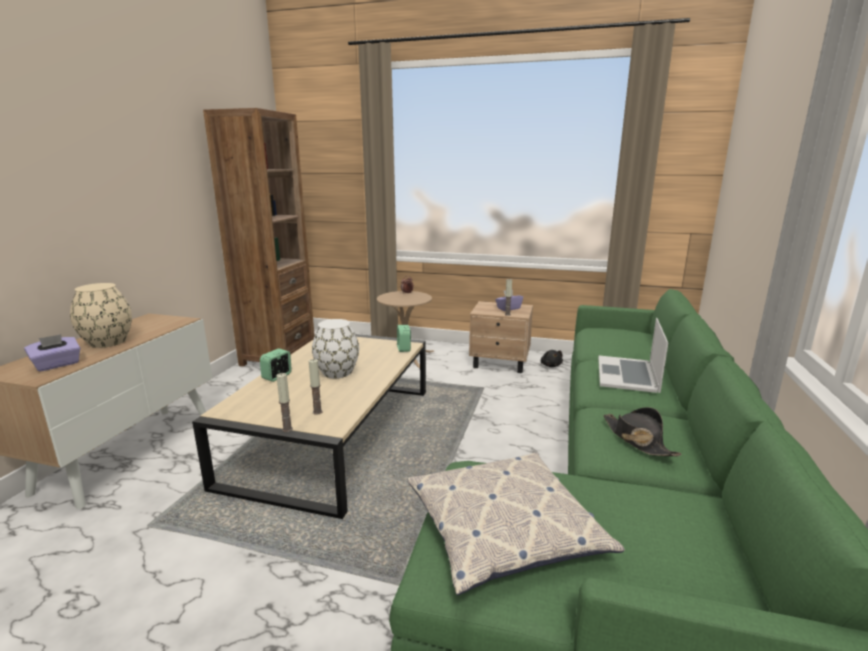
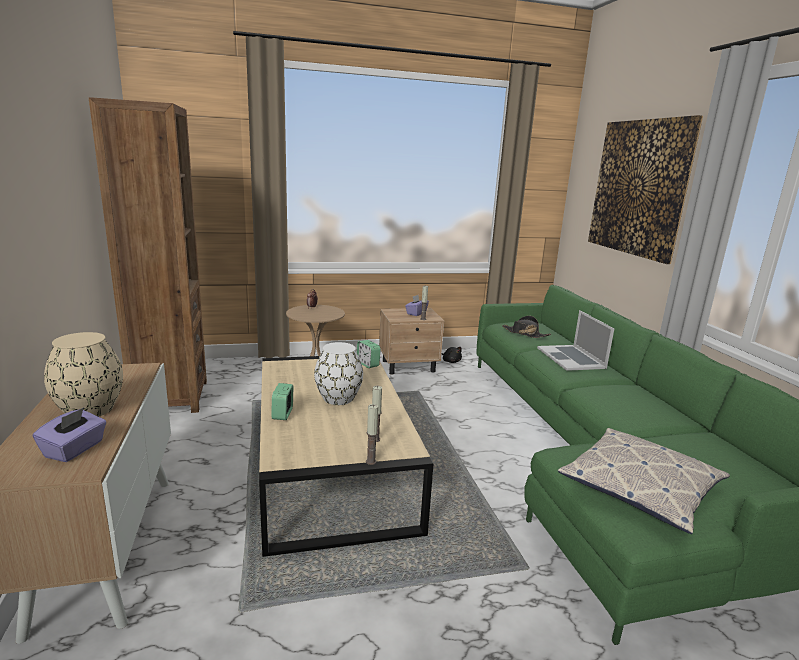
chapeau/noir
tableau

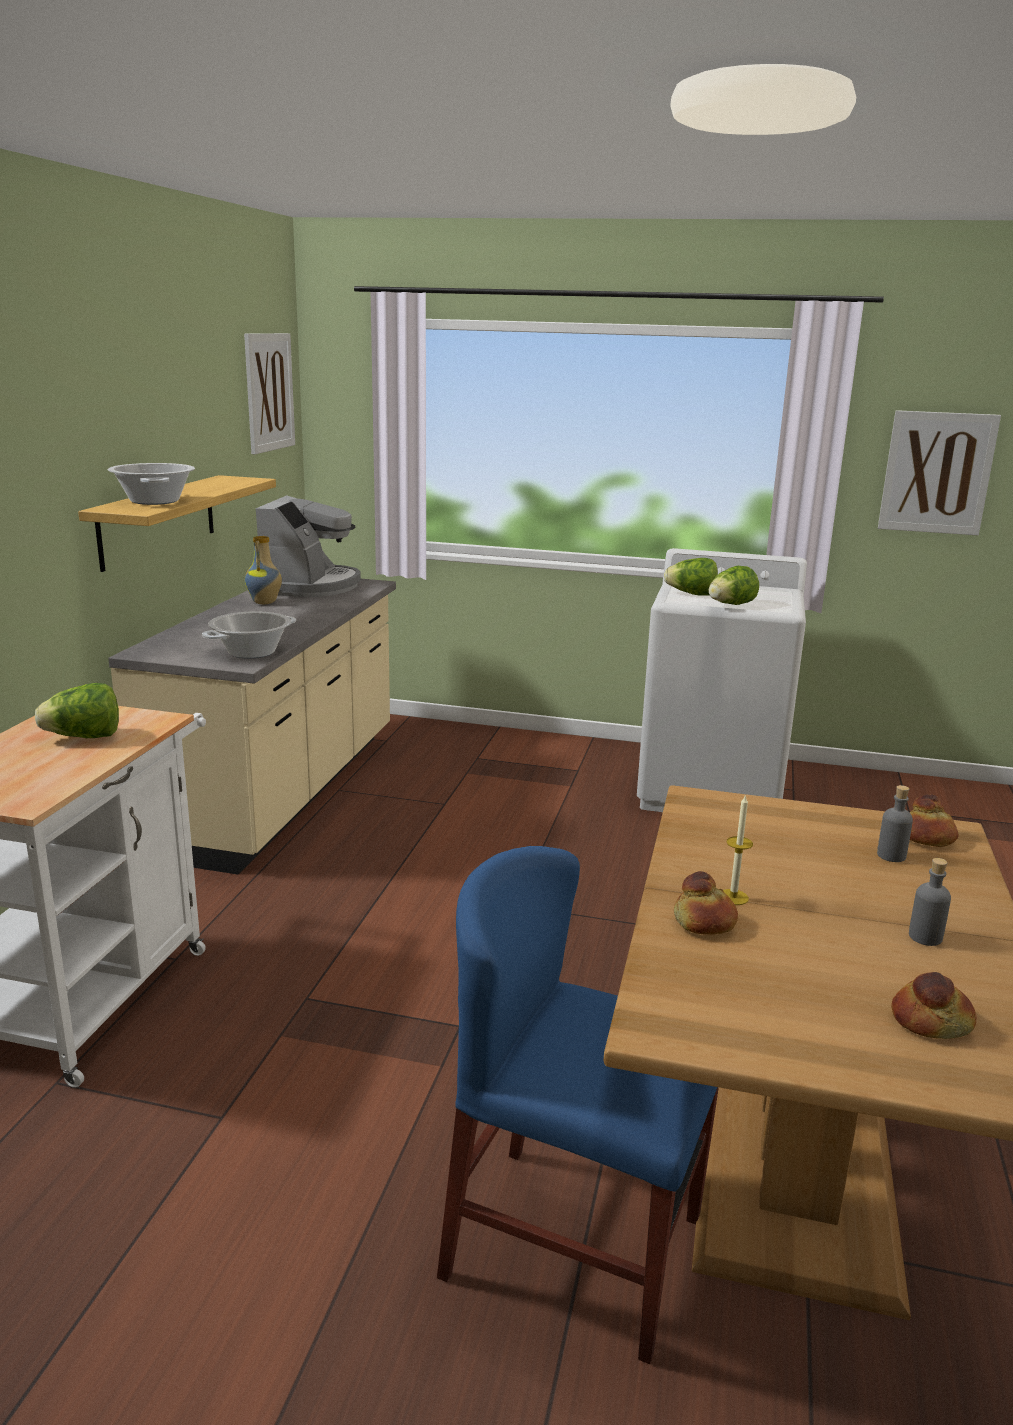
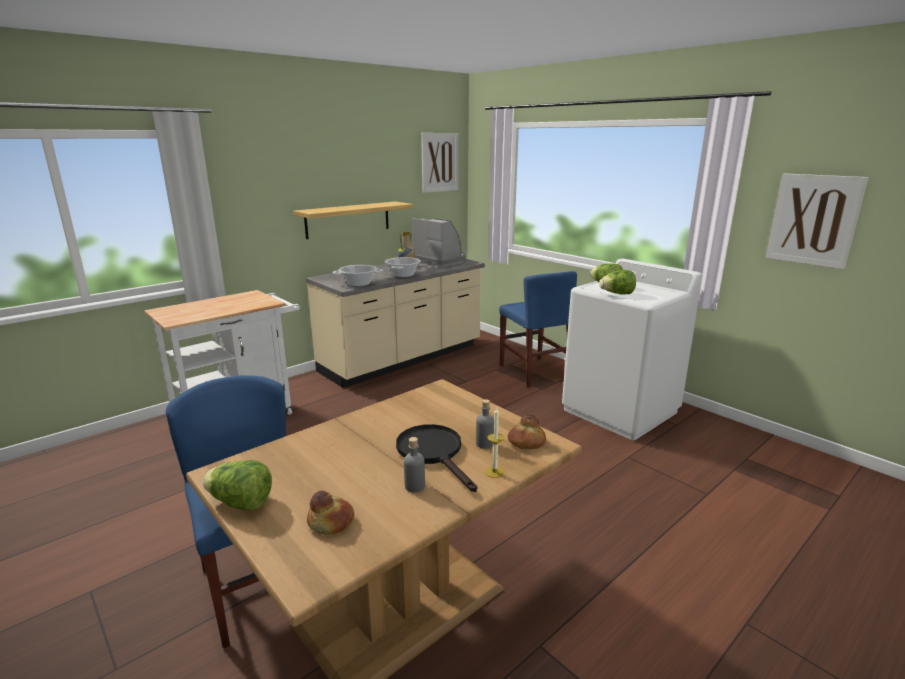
laitue (no. 1 from left)
marmite (no. 2 from left)
machine à café
pain (no. 1 from left in the first image)
bougie
poêle/noir
chaise/bleu (no. 2 from left)

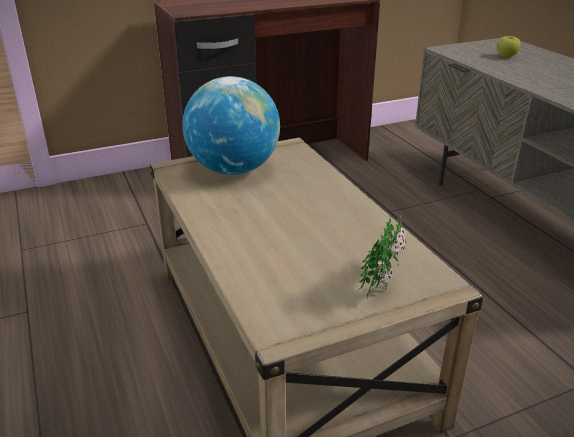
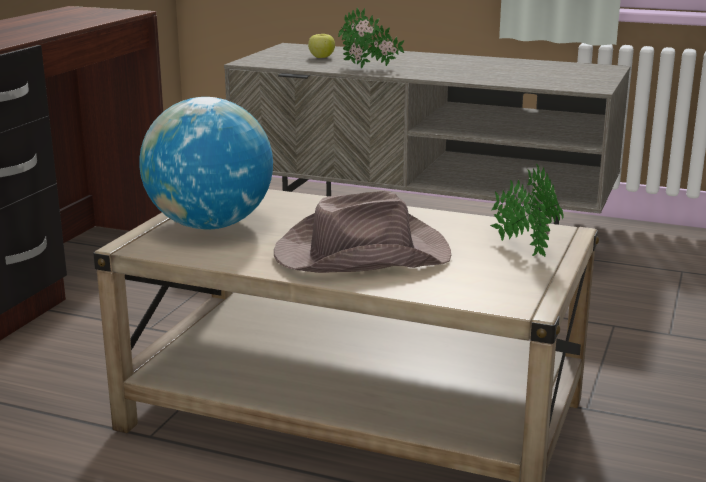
chapeau/marron
plante en pot (no. 1 from left)

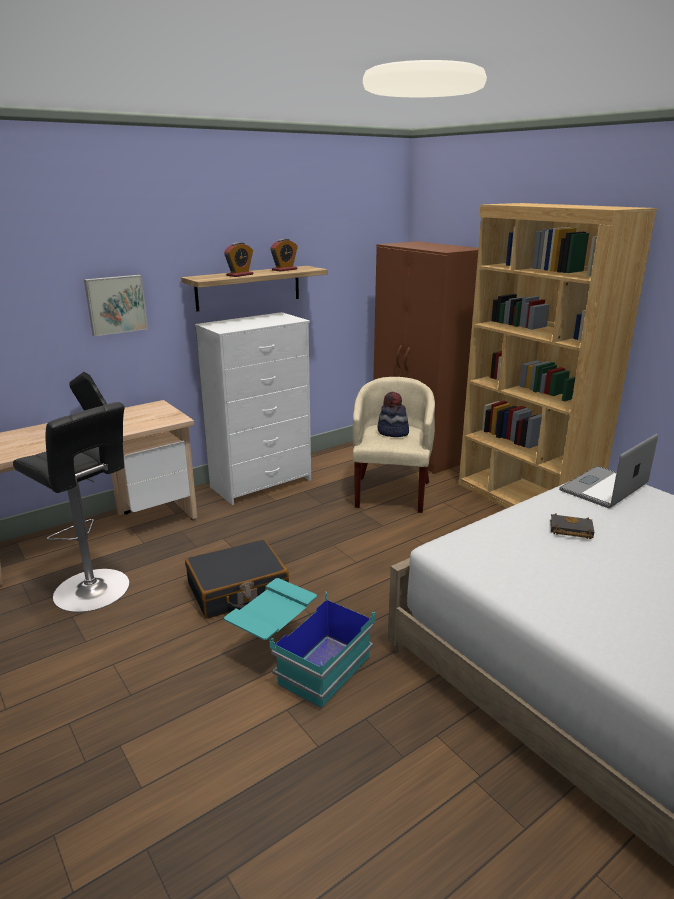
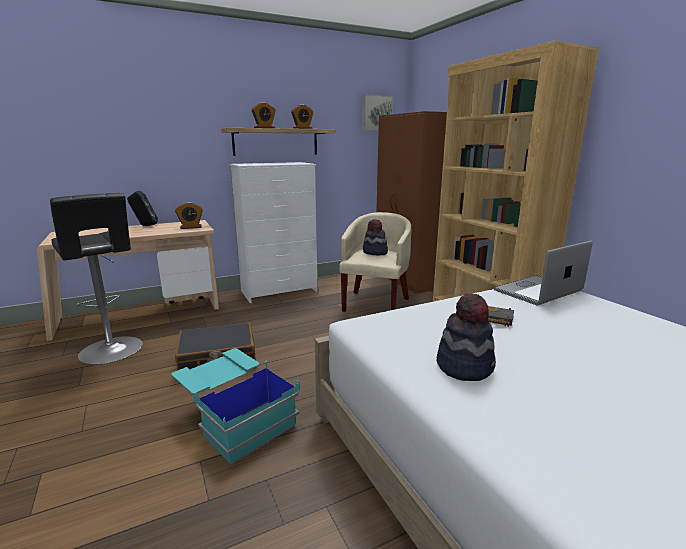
tableau
réveil (no. 1 from left)
chapeau (no. 2 from left)

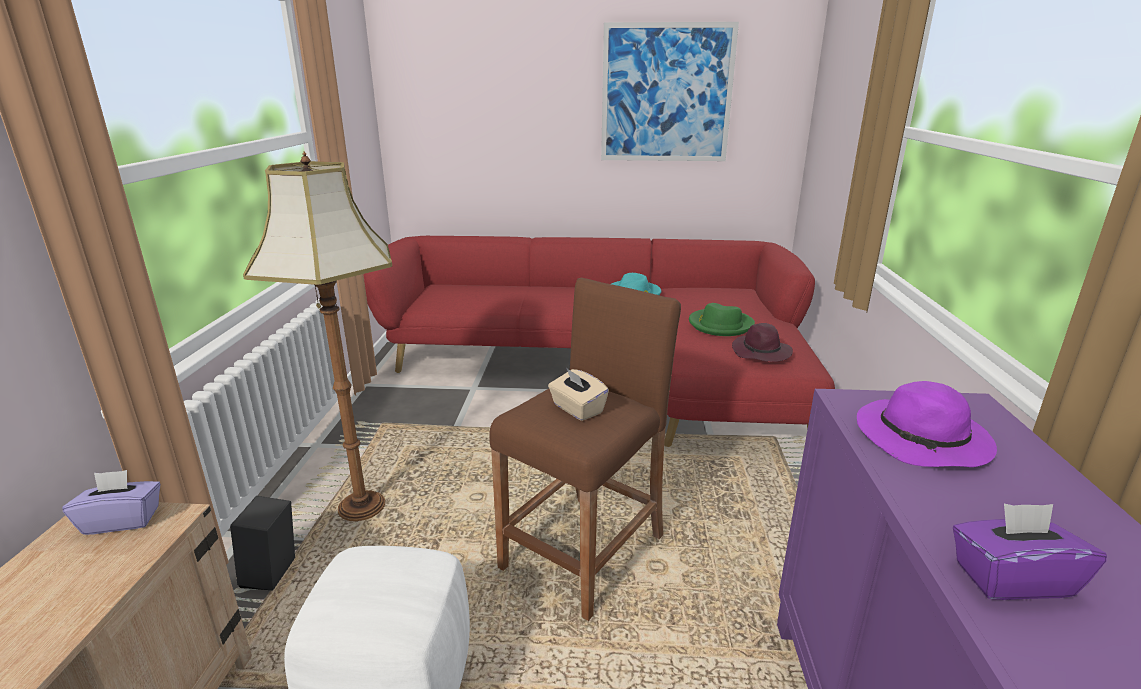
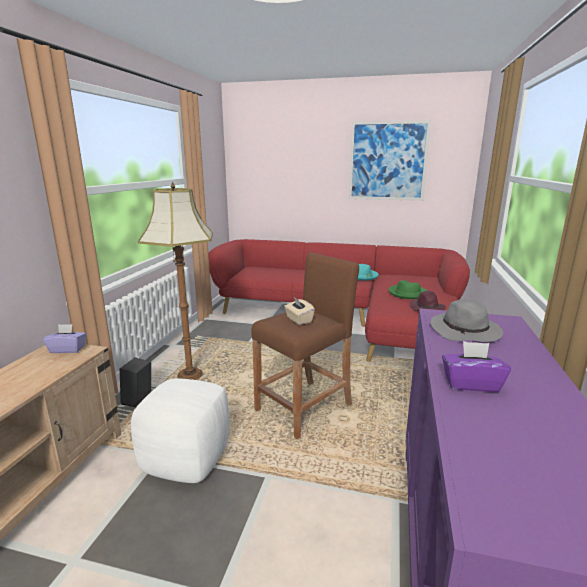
chapeau/gris

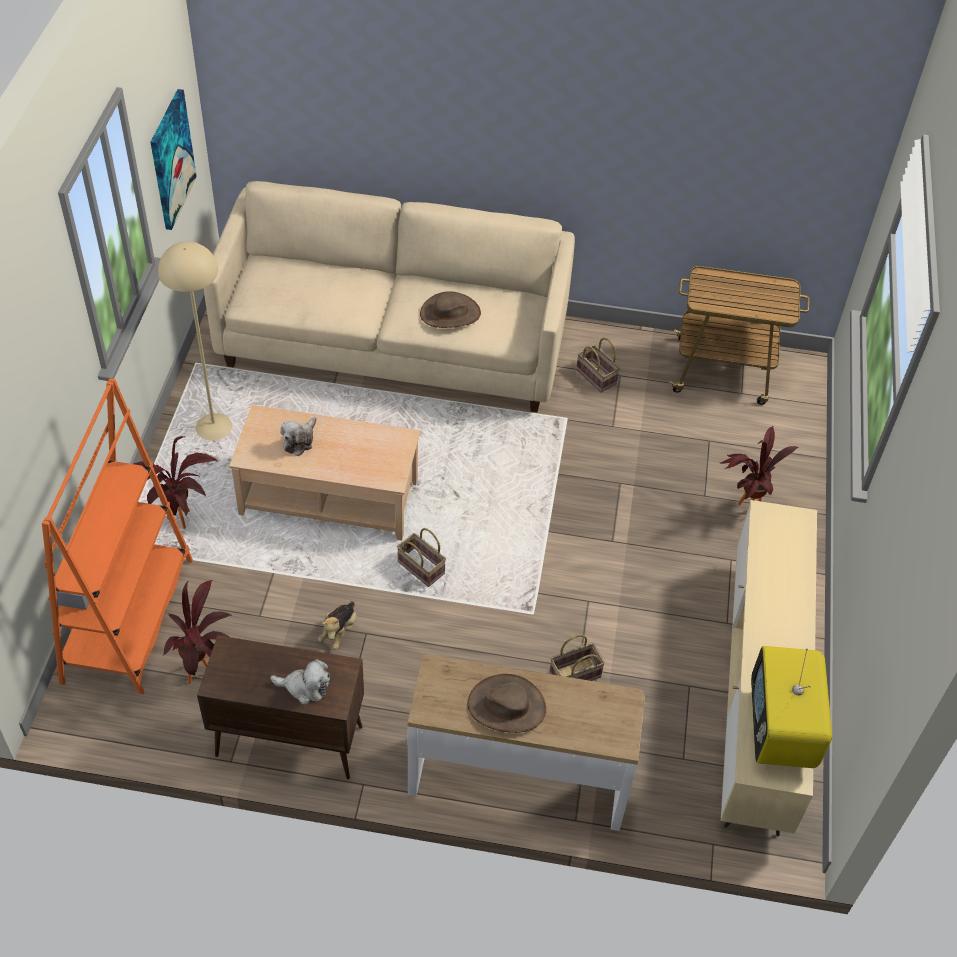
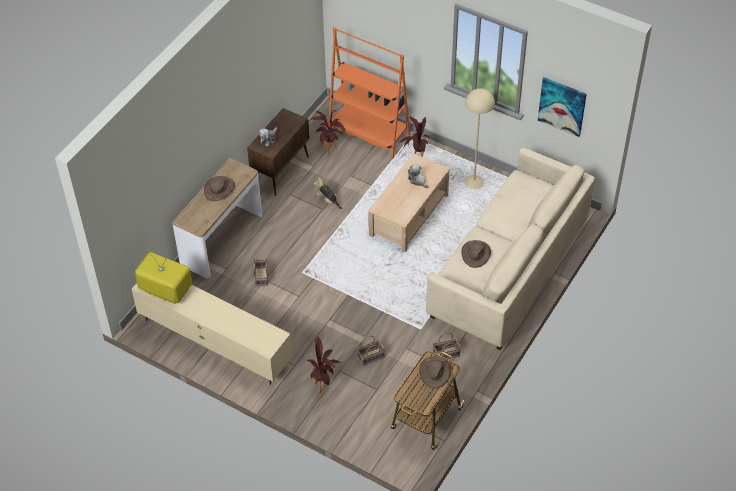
panier (no. 2 from left)
chapeau/marron (no. 2 from left)

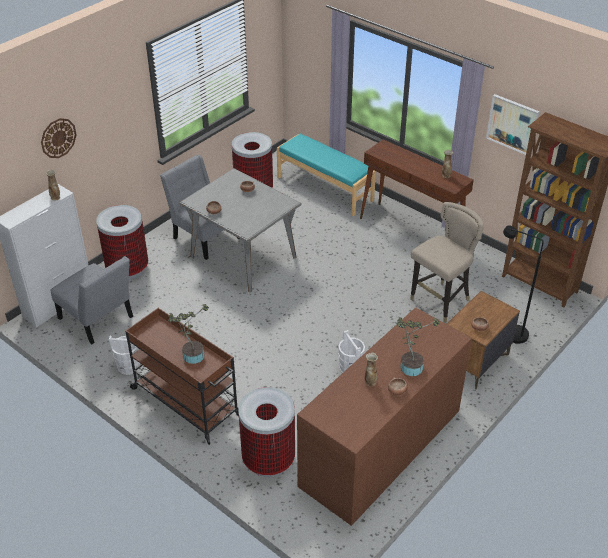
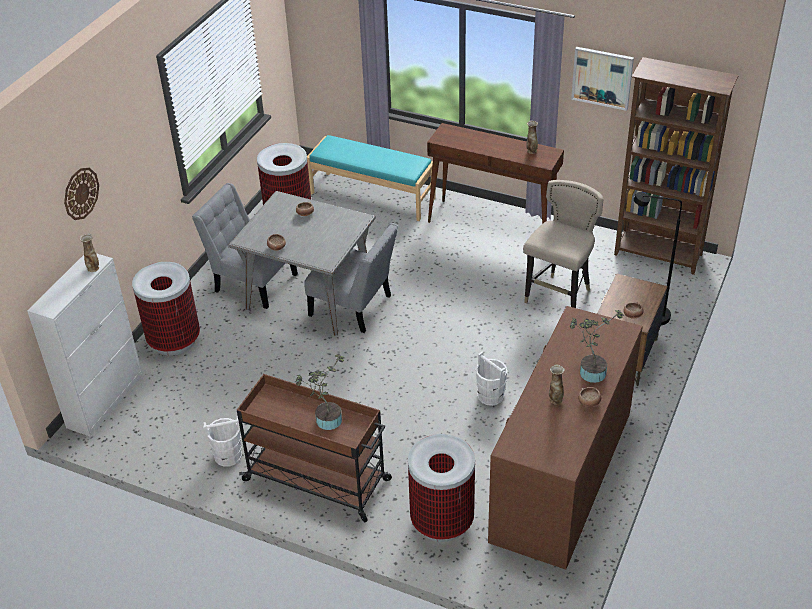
chaise/gris (no. 2 from left)

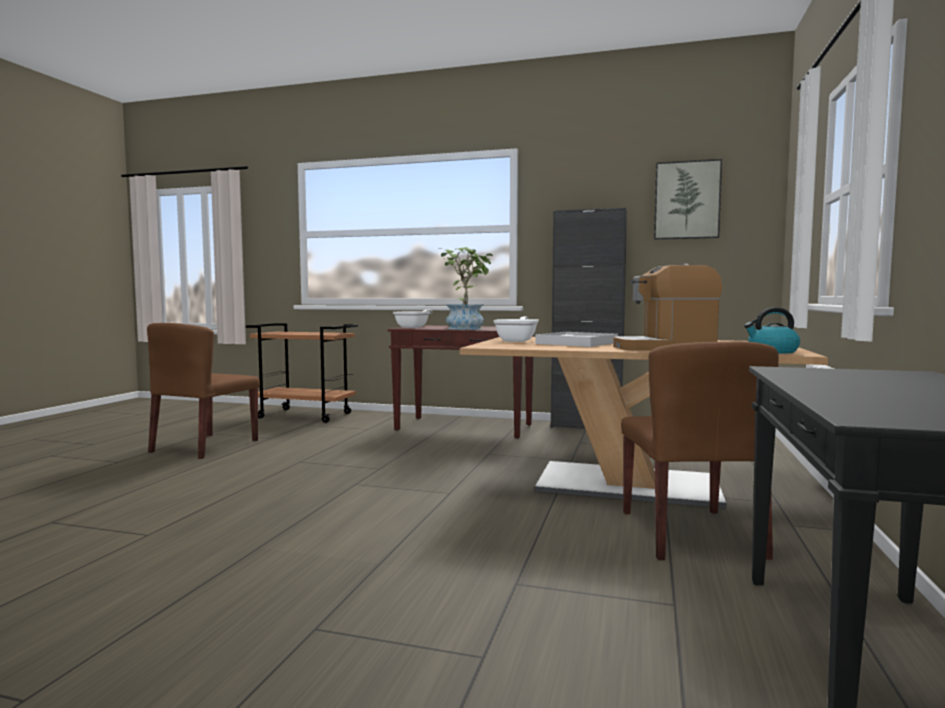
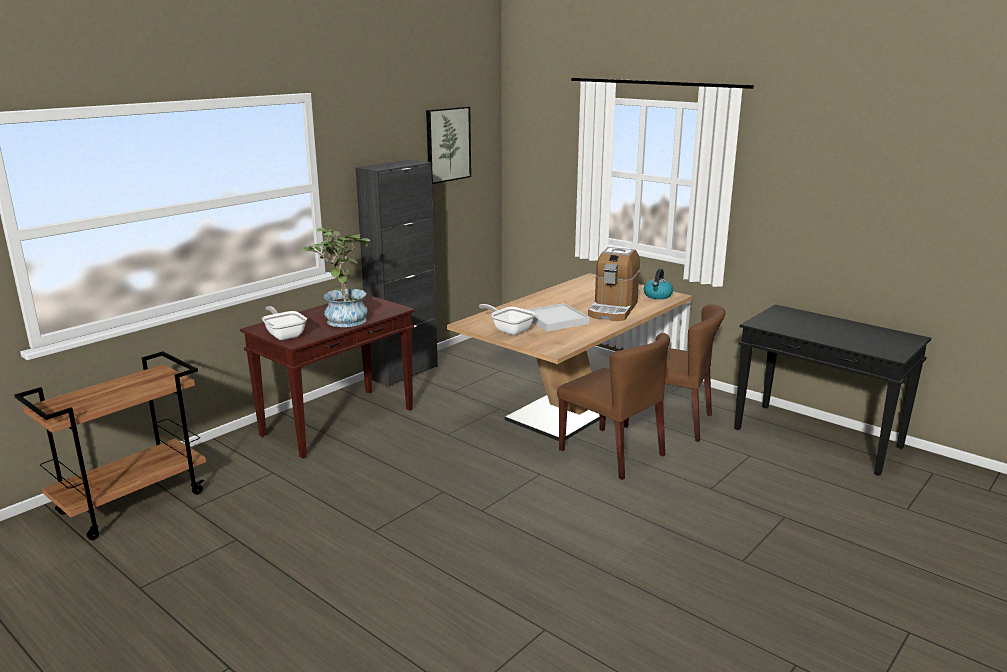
chaise/marron (no. 1 from left)

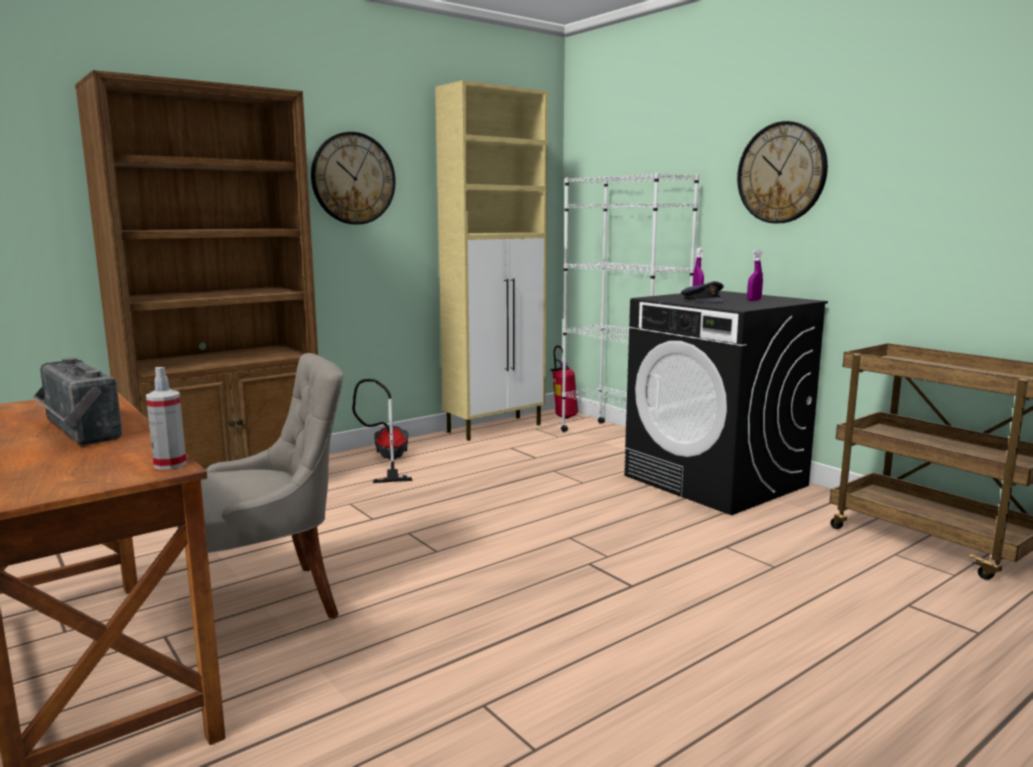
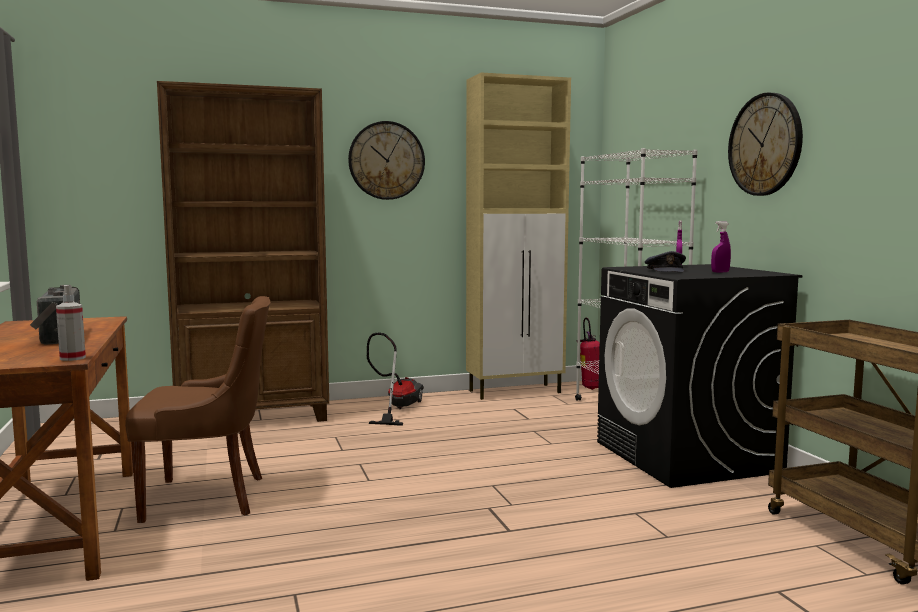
chaise/marron

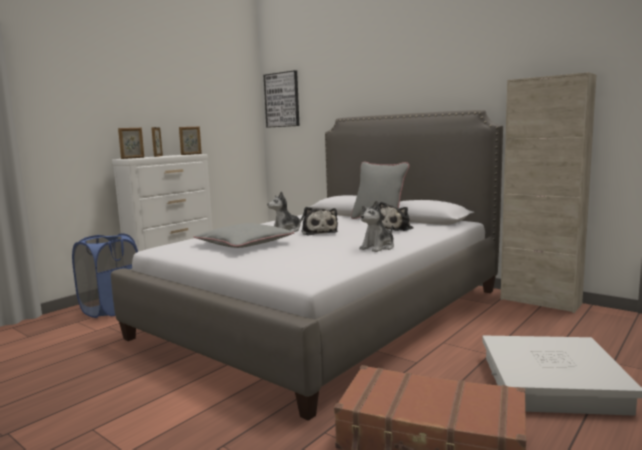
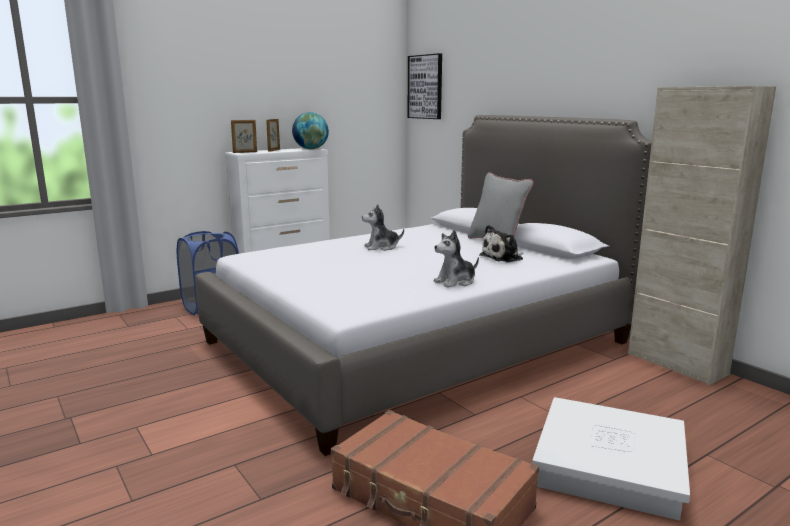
globe
coussin/gris (no. 1 from left in the first image)
peluche (no. 2 from left in the first image)

